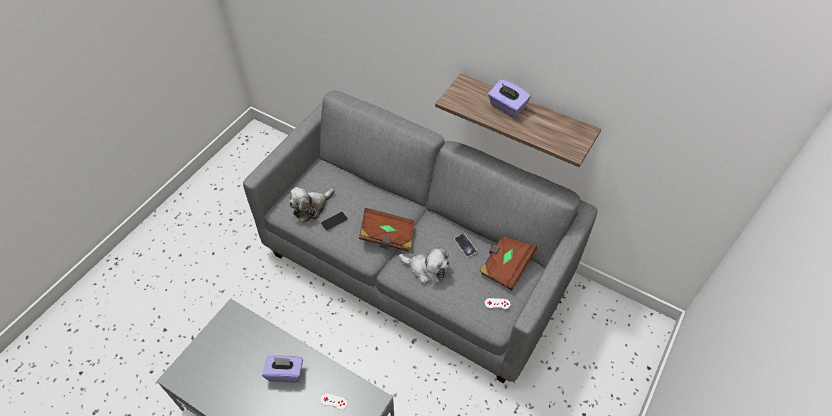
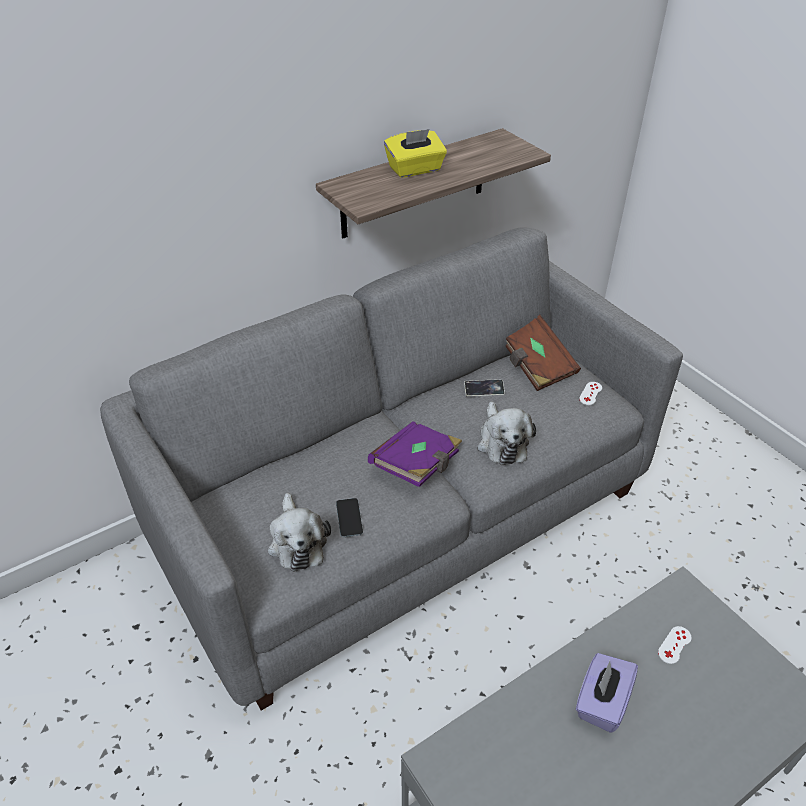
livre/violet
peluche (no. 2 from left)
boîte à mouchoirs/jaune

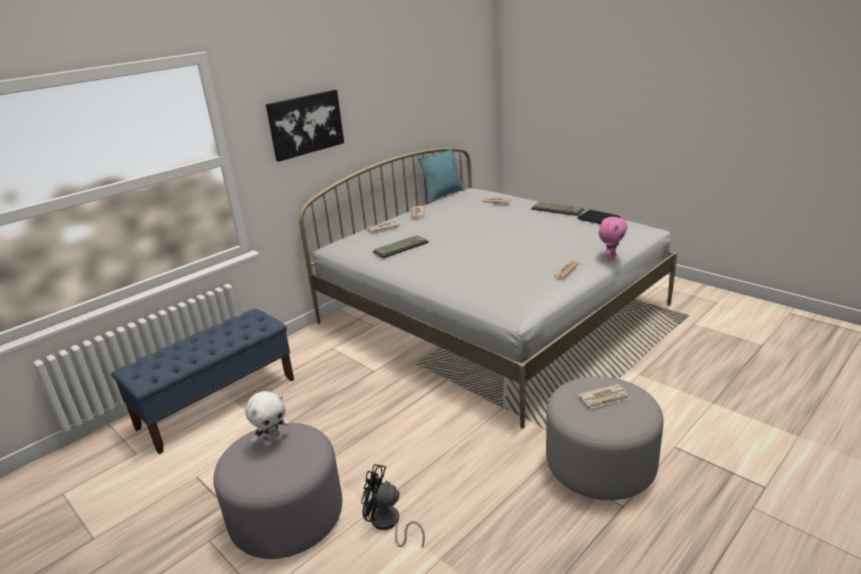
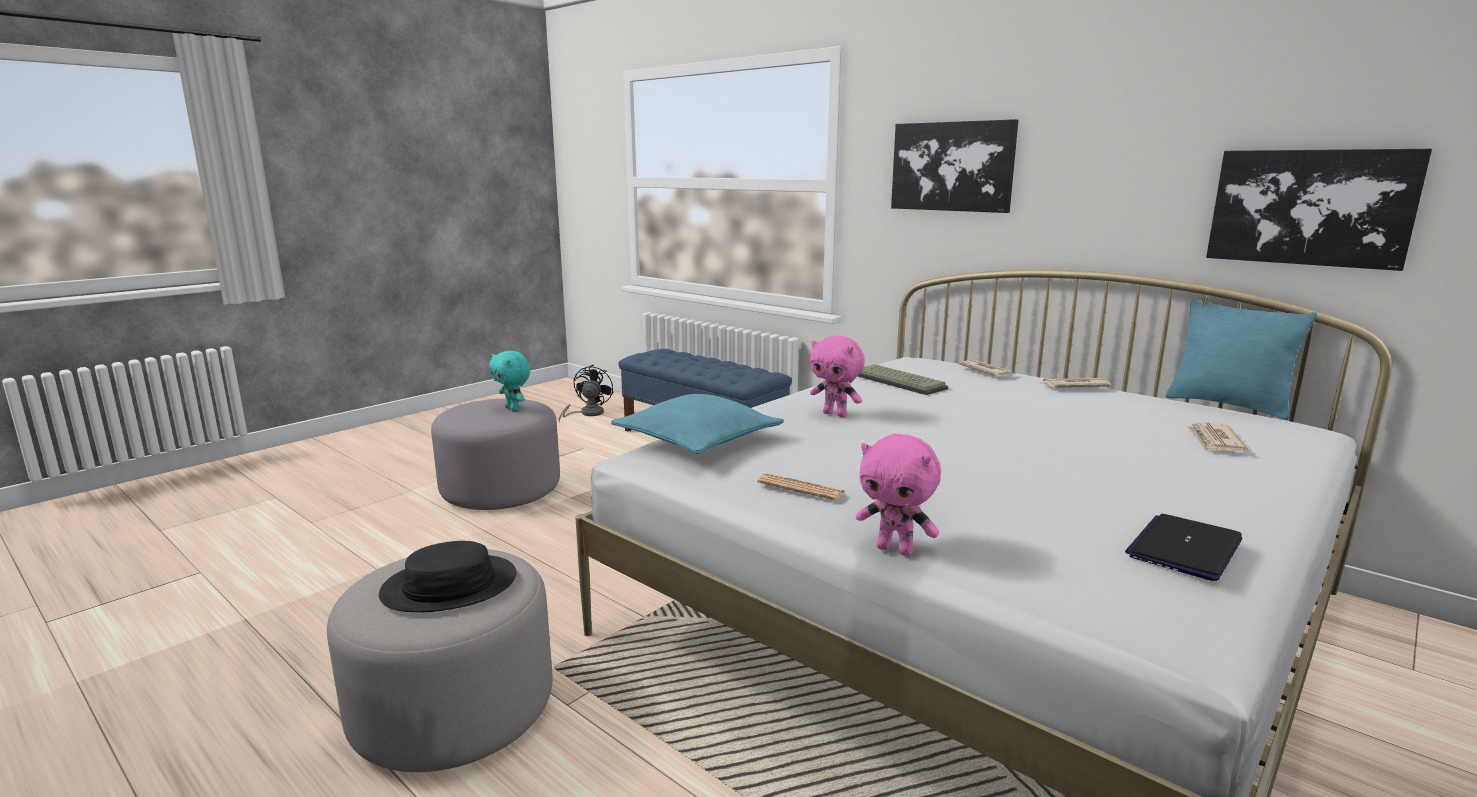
peluche/turquoise
ventilateur/noir
clavier (no. 2 from left in the first image)
chapeau/noir
coussin/turquoise (no. 1 from left)
peluche/rose (no. 1 from left)
tableau (no. 2 from left)

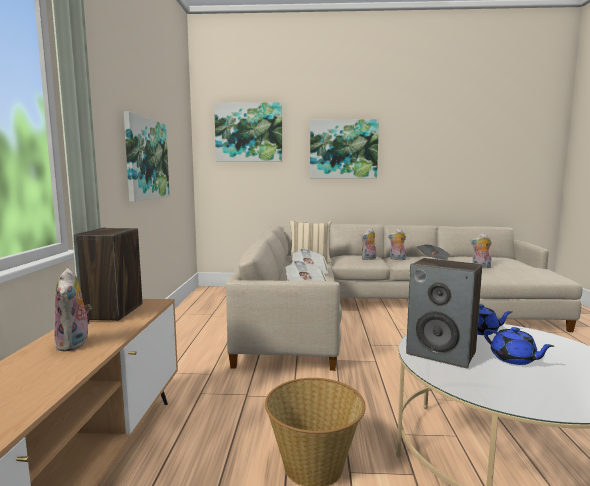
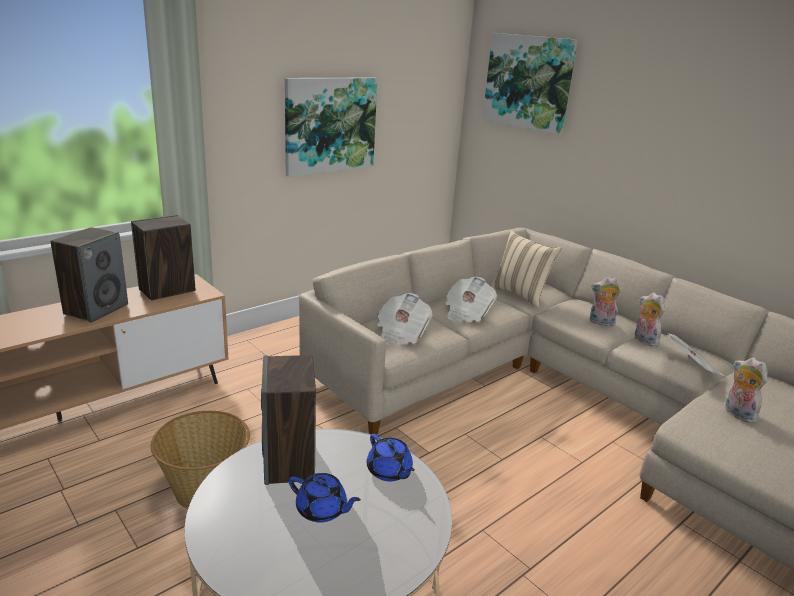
enceinte (no. 1 from left)
tableau (no. 3 from left in the first image)
théière/bleu (no. 1 from left)

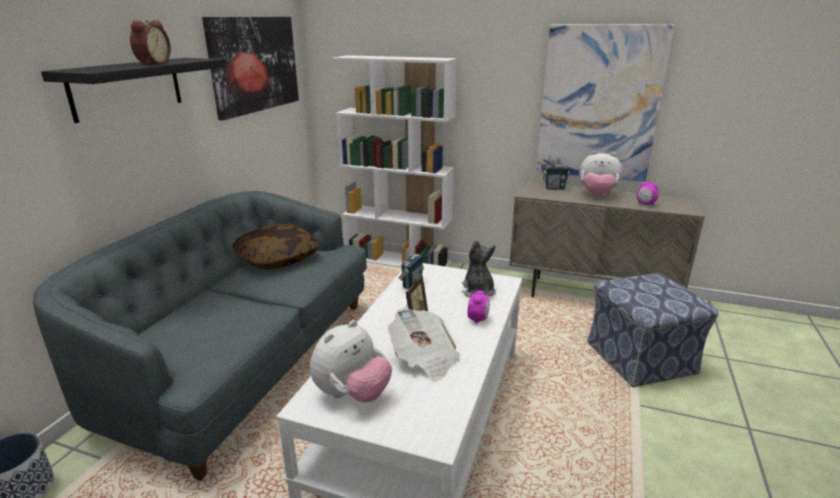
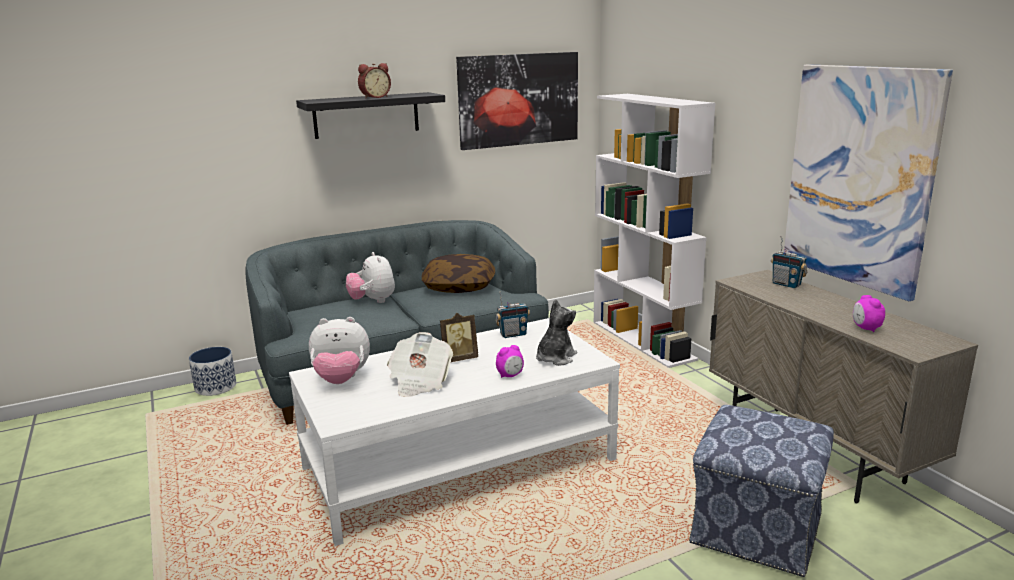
peluche (no. 2 from left)

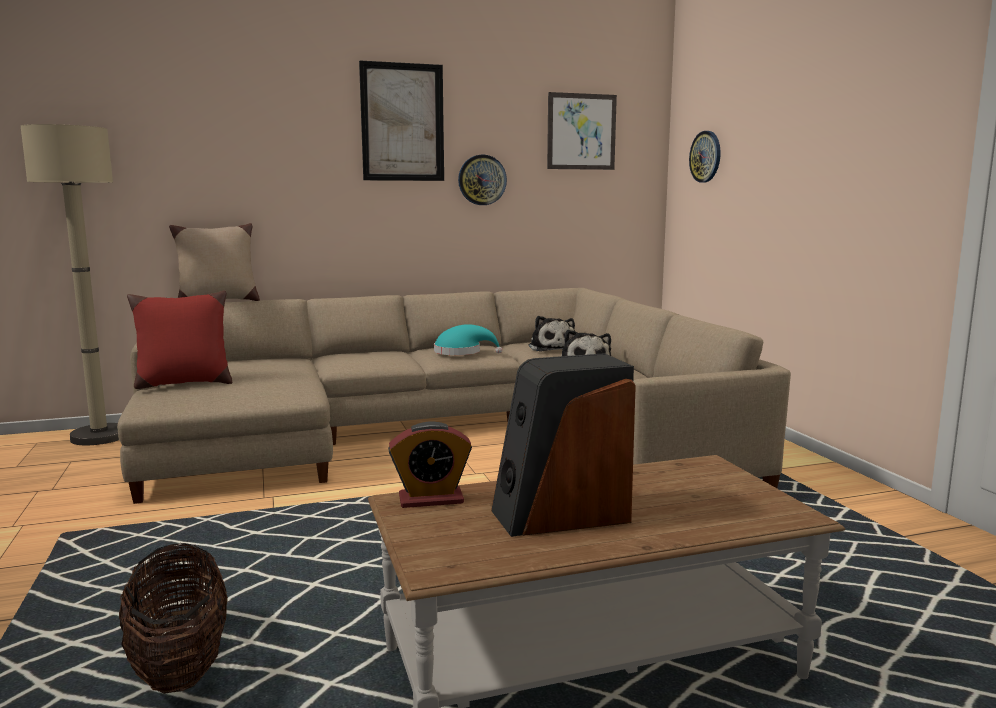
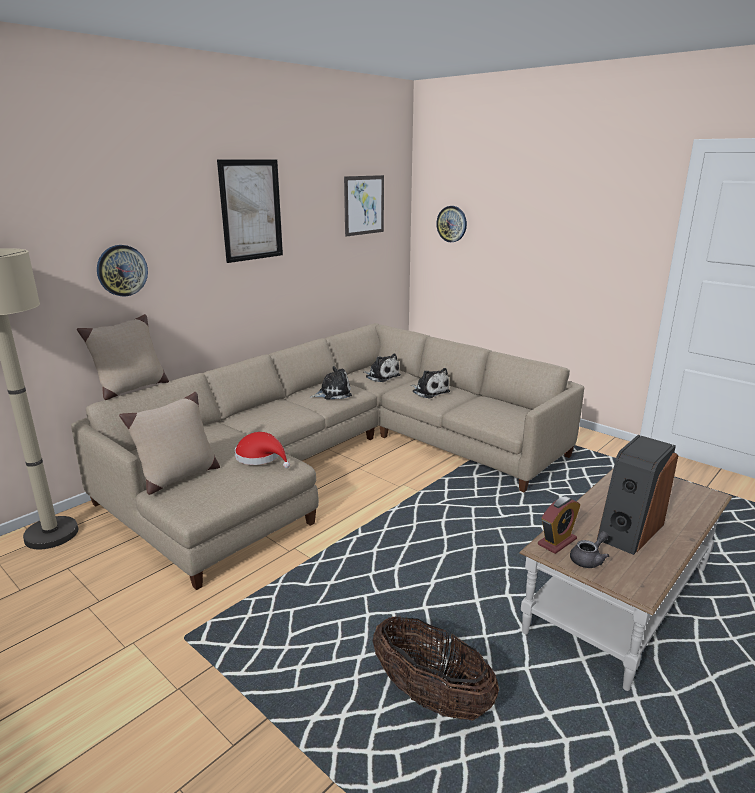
coussin/beige (no. 2 from left)
peluche (no. 1 from left)
horloge murale (no. 1 from left)
chapeau/rouge
théière/gris

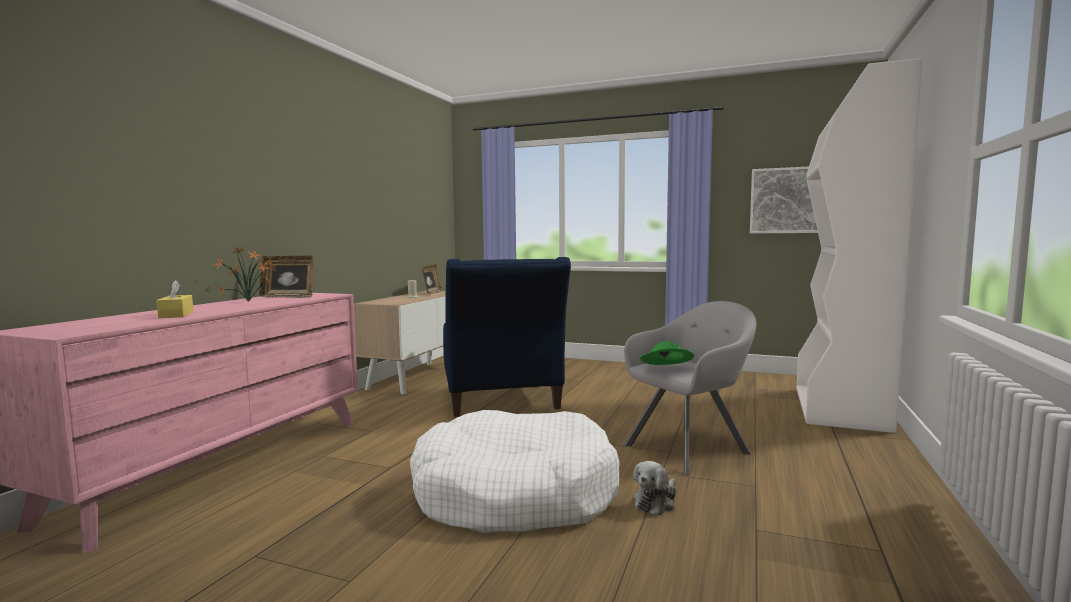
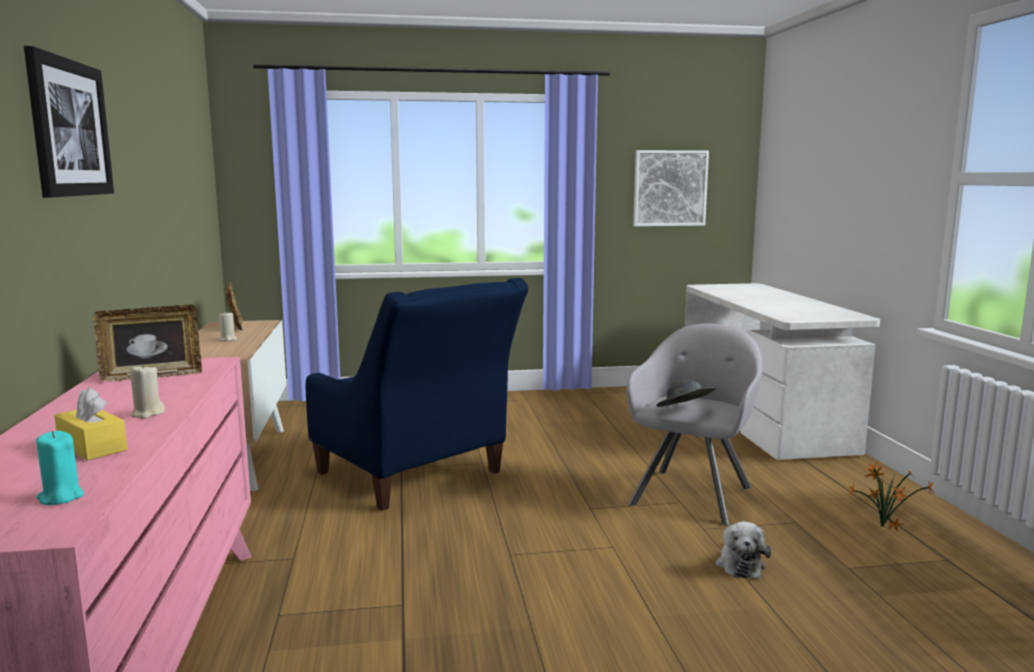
plante en pot
panier pour chien/blanc
chapeau/gris
bureau/blanc
tableau (no. 1 from left)
bougie/turquoise
bougie/beige (no. 1 from left)

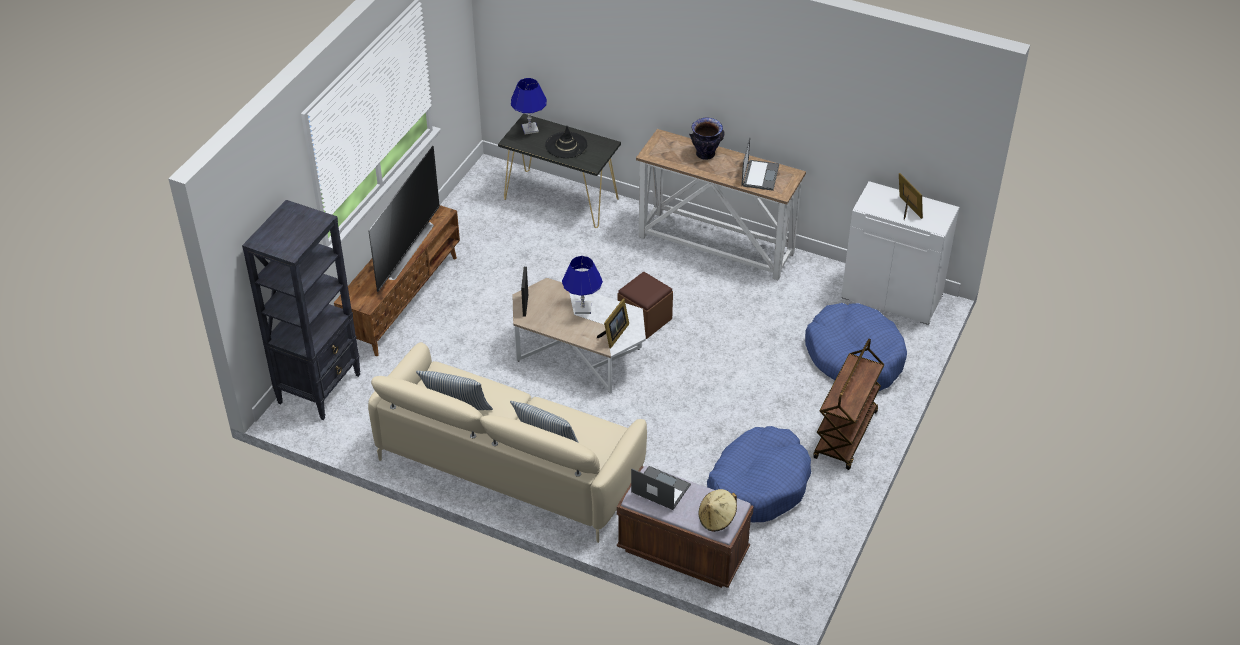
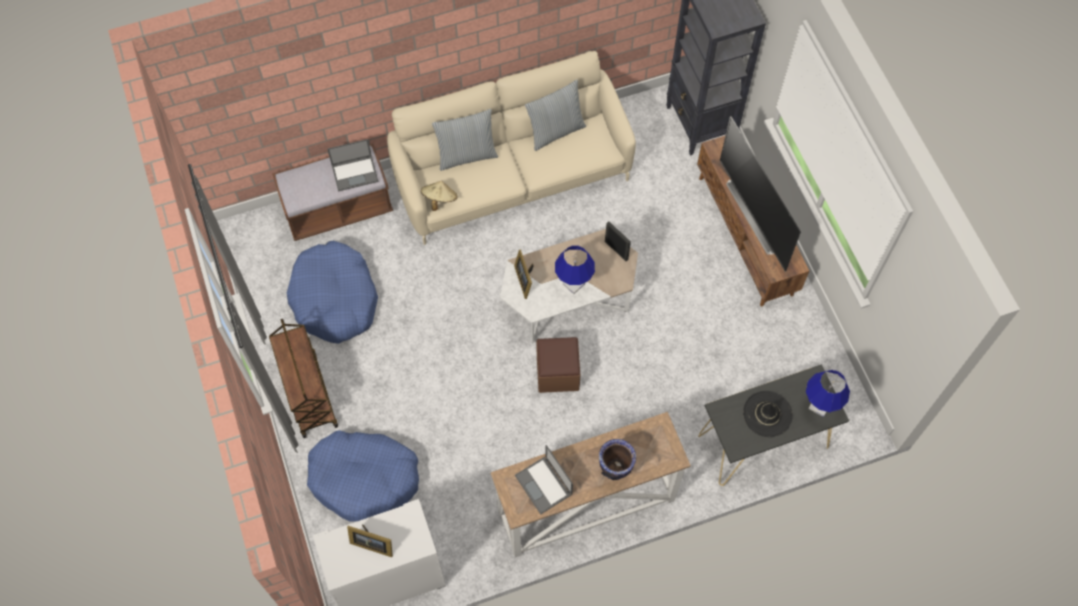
chapeau/beige

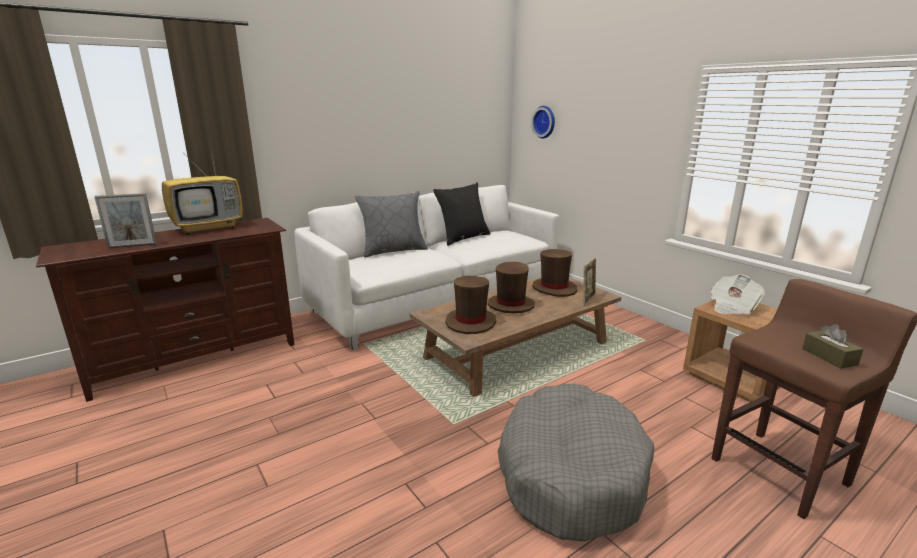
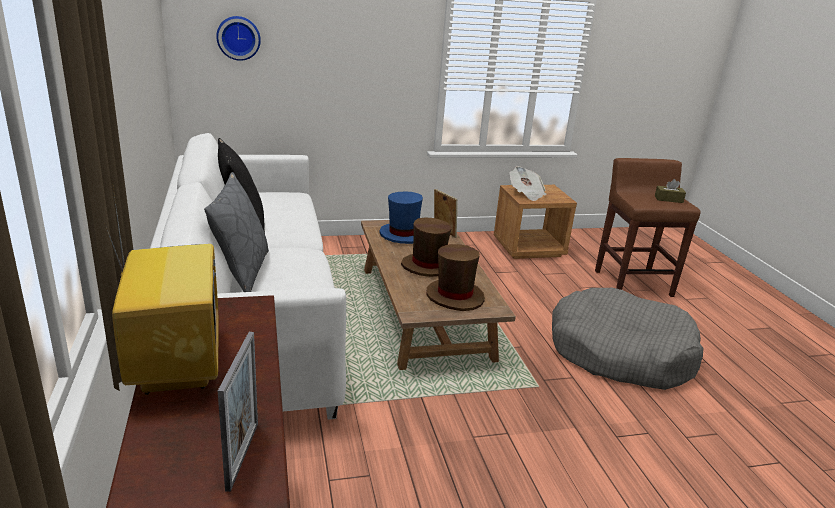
chapeau/bleu

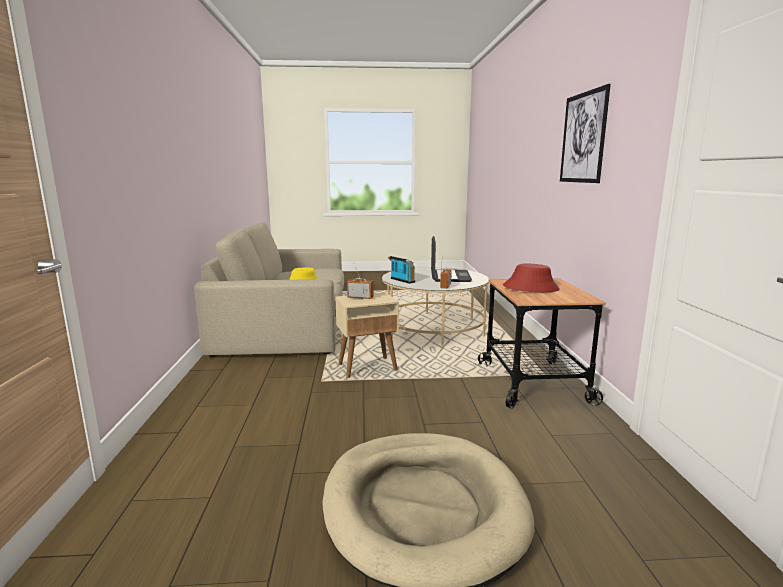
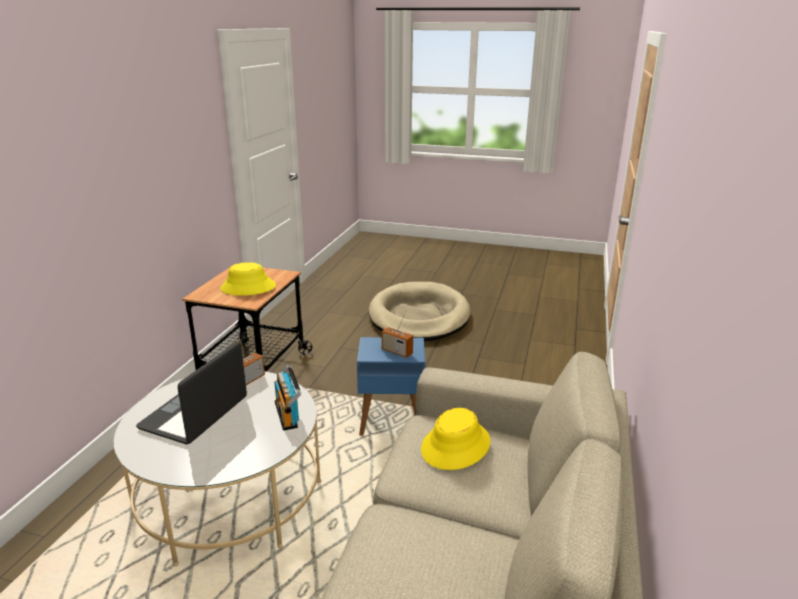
table d'appoint/bleu
chapeau/jaune (no. 1 from left)
tableau

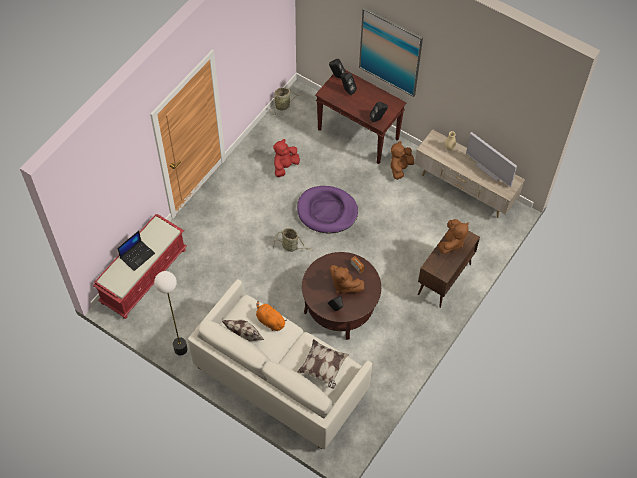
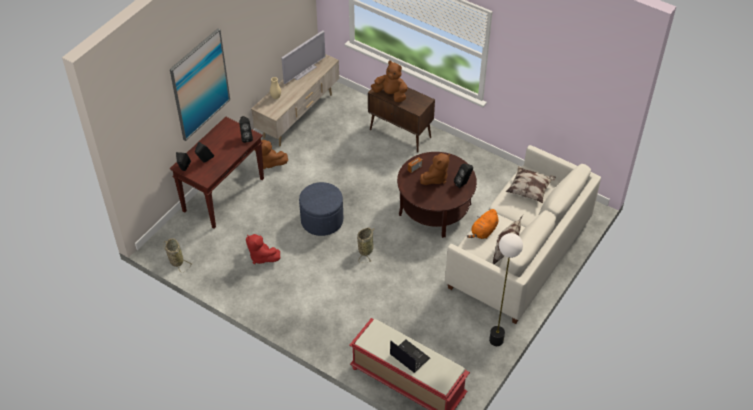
pouf/bleu

